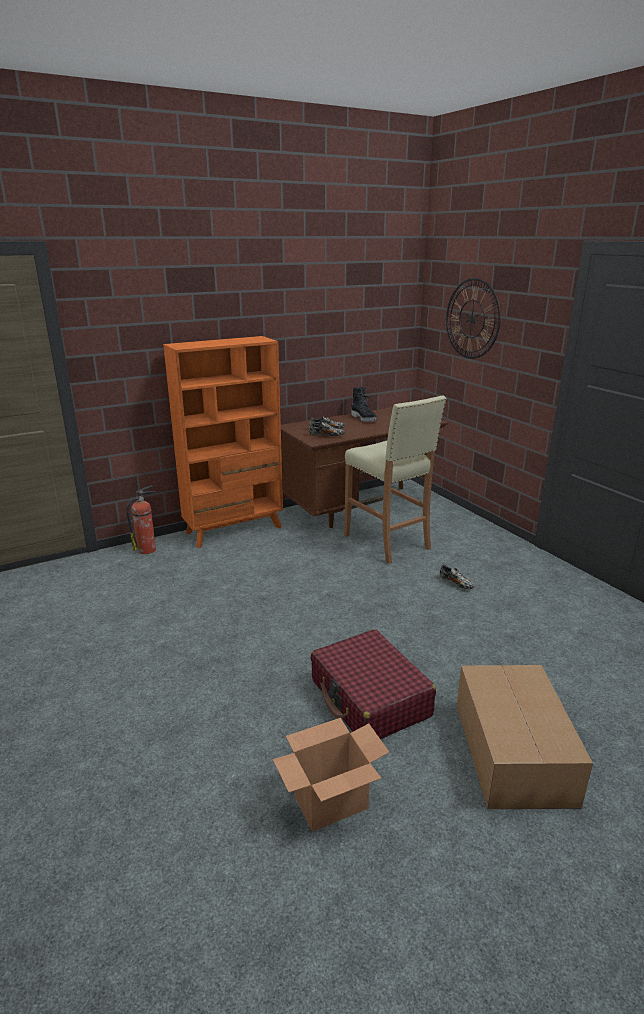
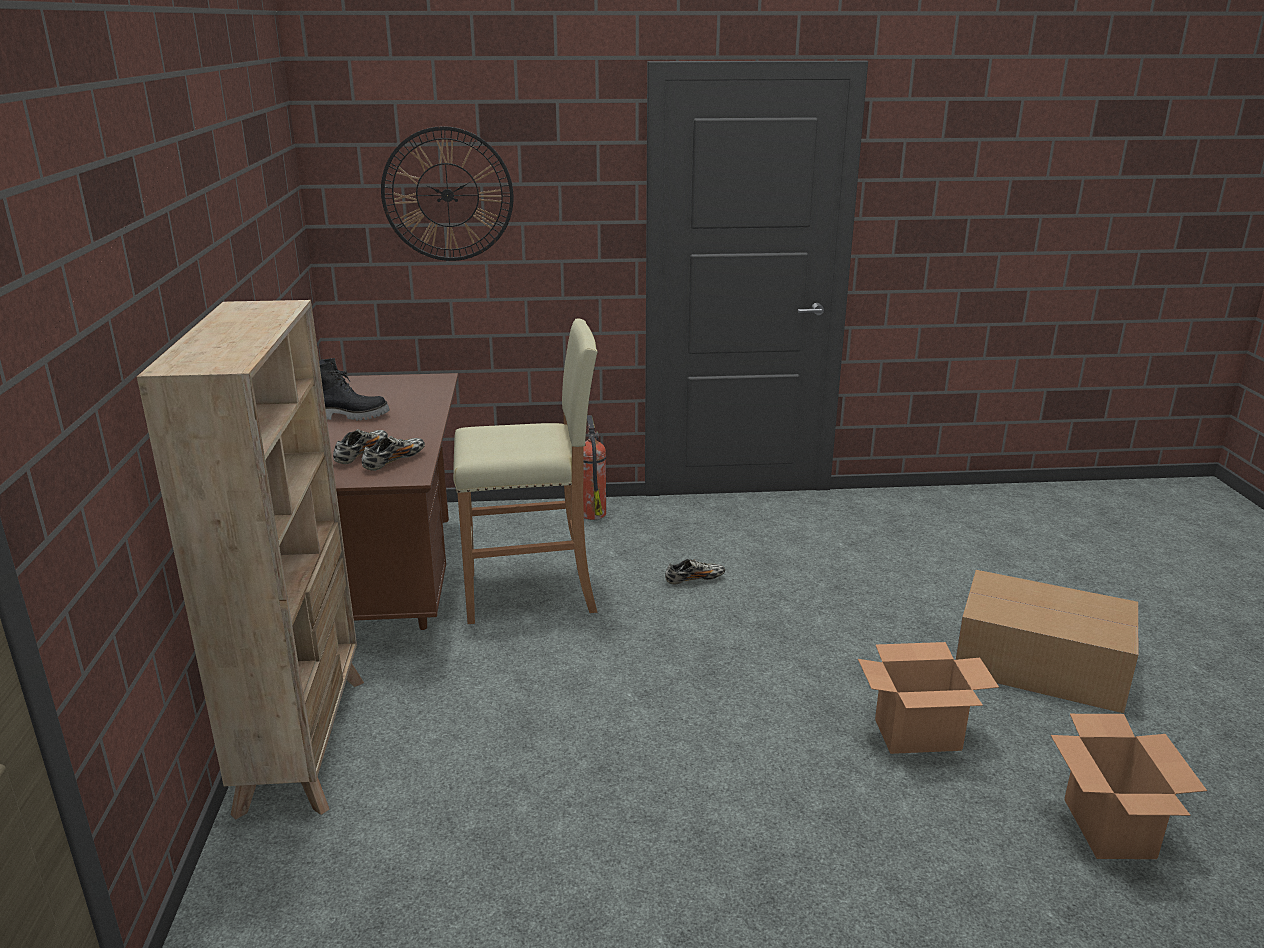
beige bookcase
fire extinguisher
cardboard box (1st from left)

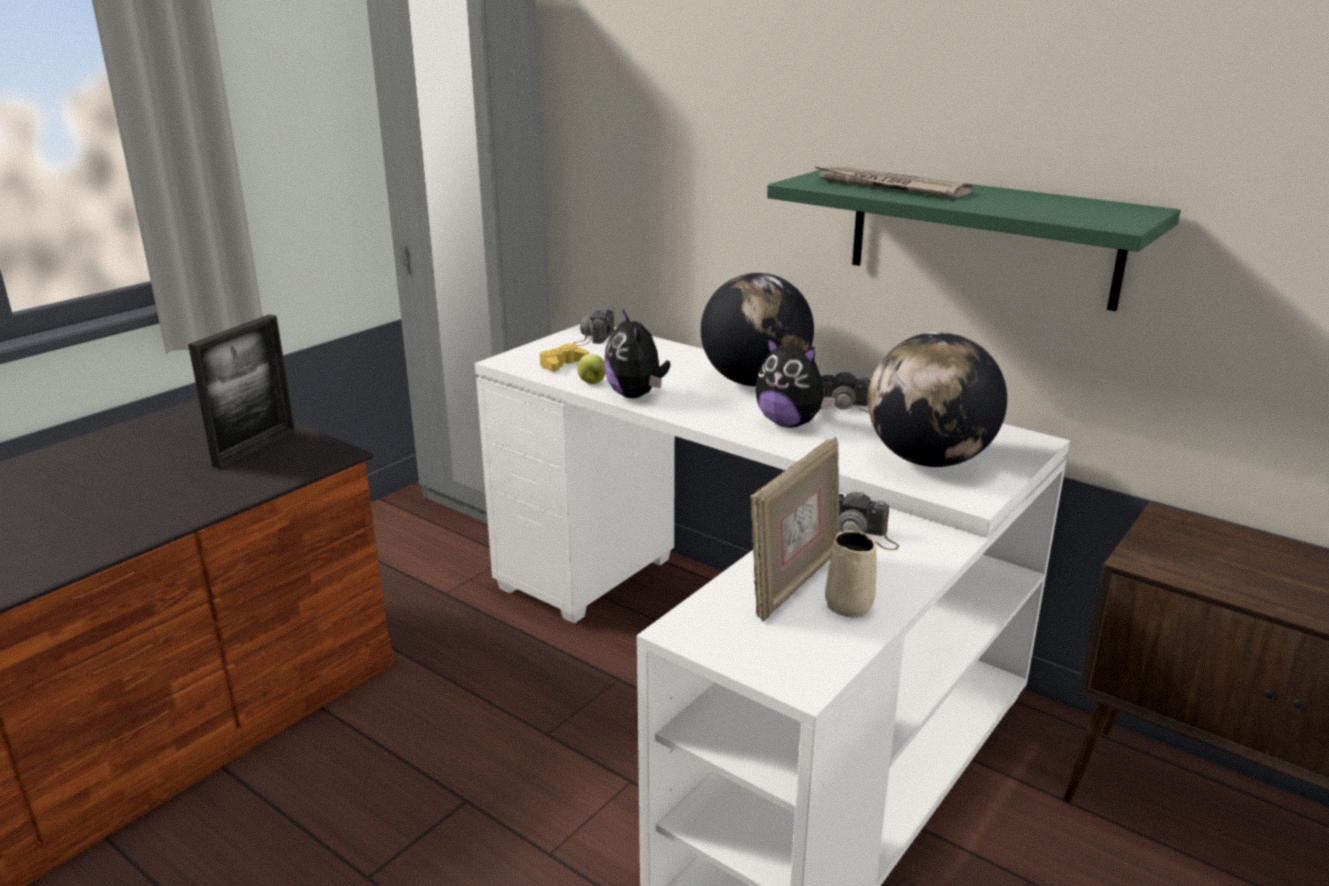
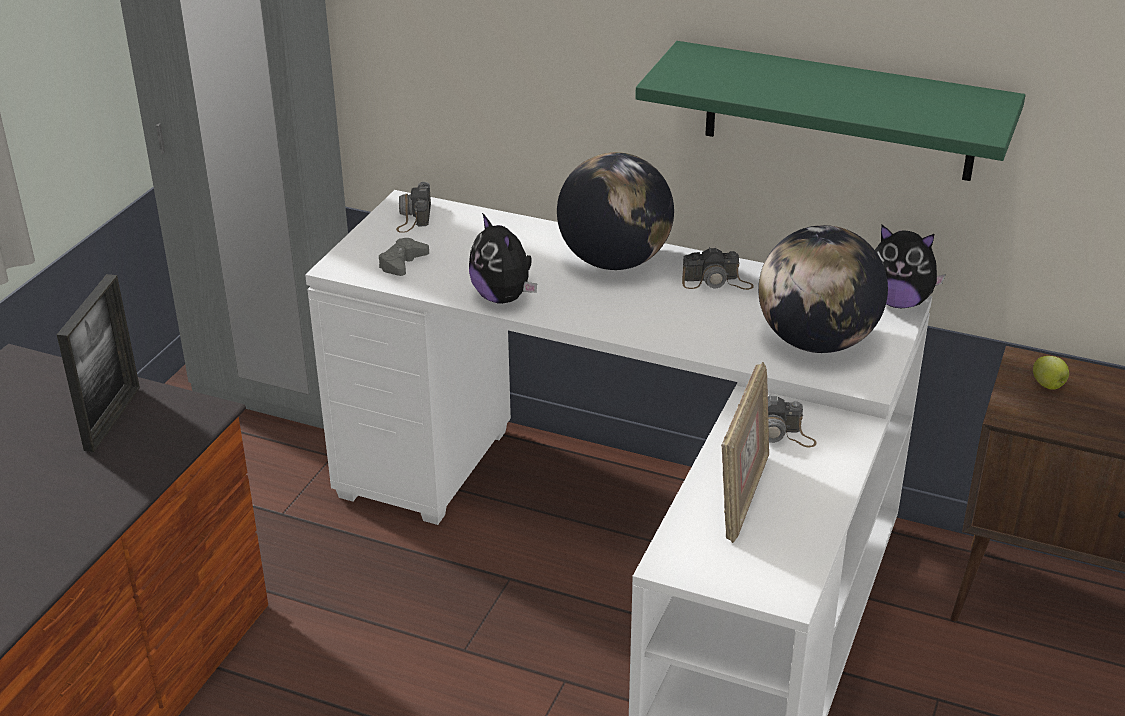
newspaper
plush toy (2nd from left)
grey game controller
apple
beige mug

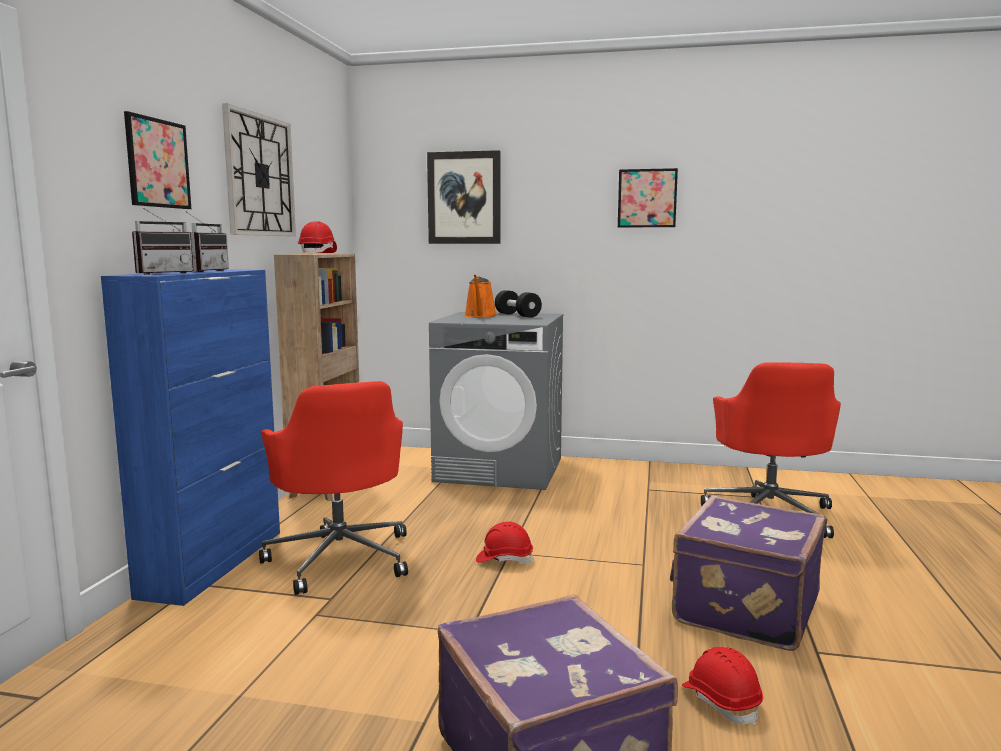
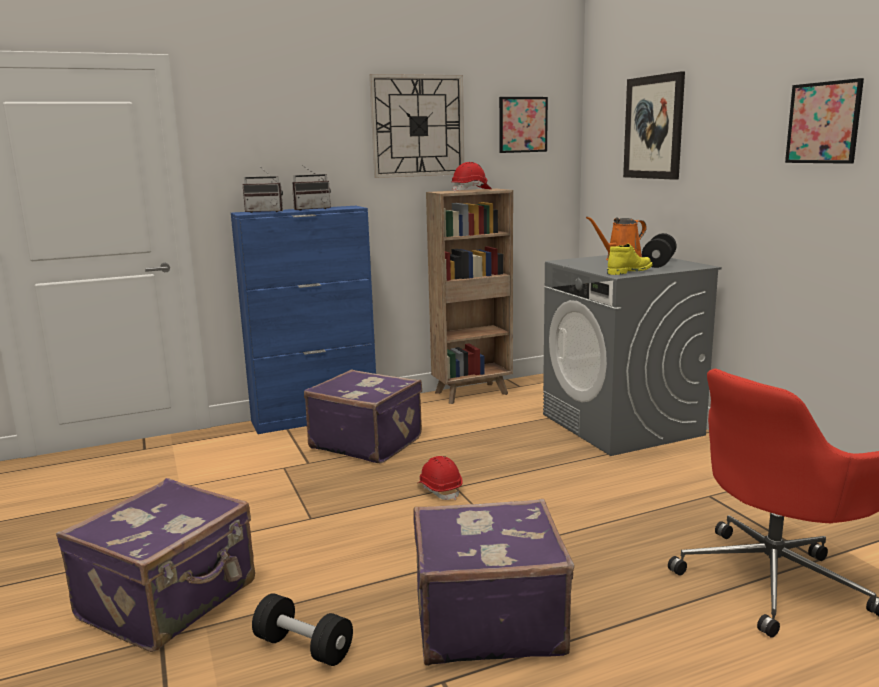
picture (1st from left)
purple suitcase (2nd from left)
black dumbbell (1st from left)
yellow boot

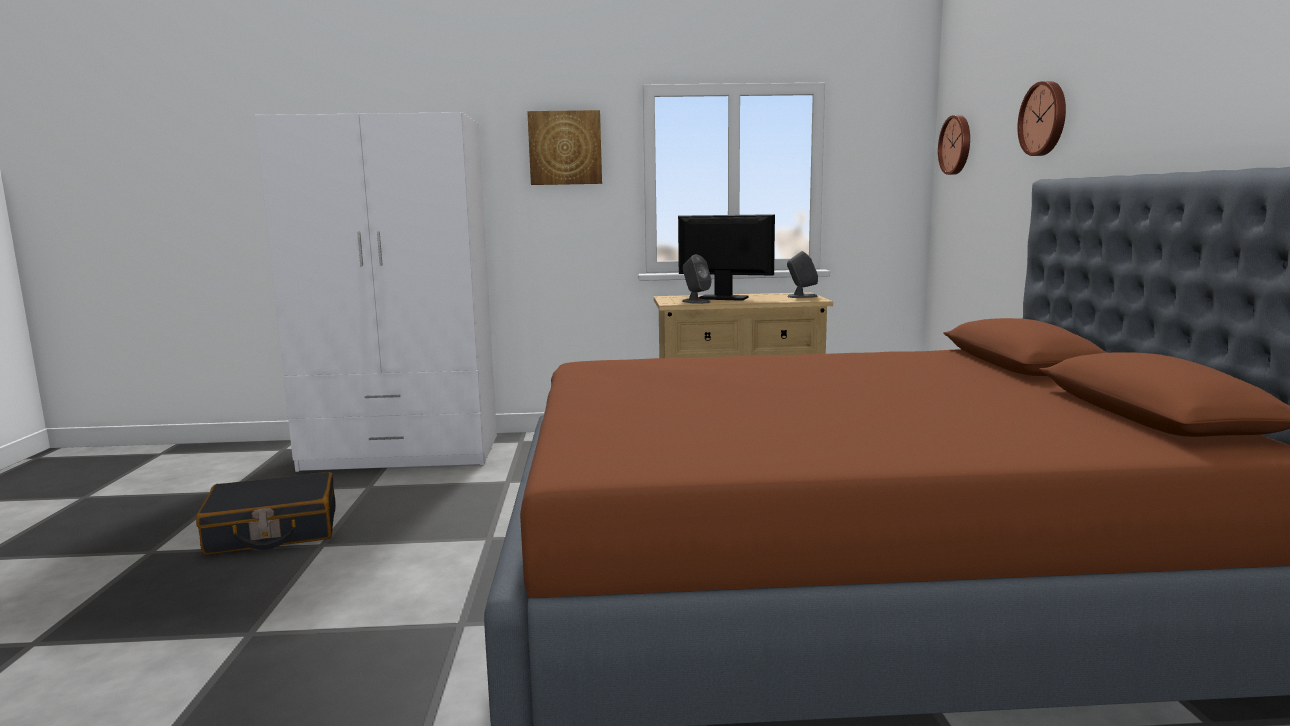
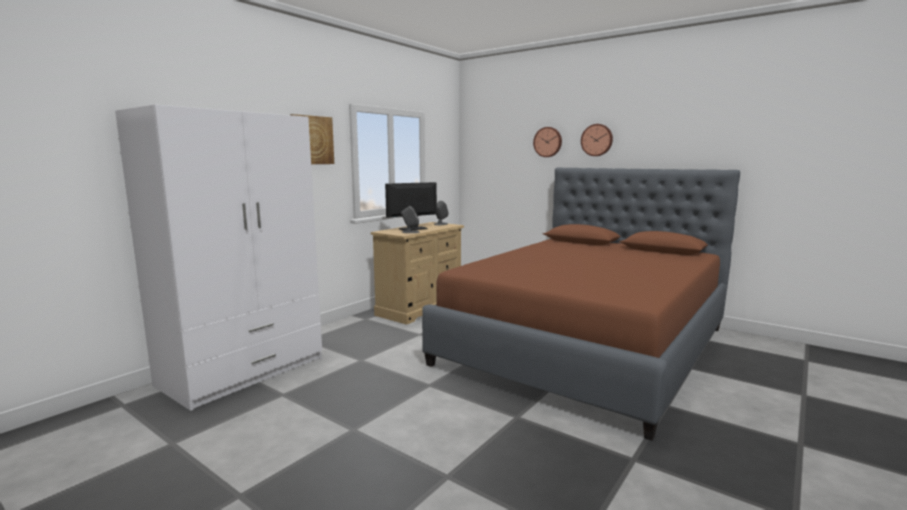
wall clock (2nd from left)
black suitcase

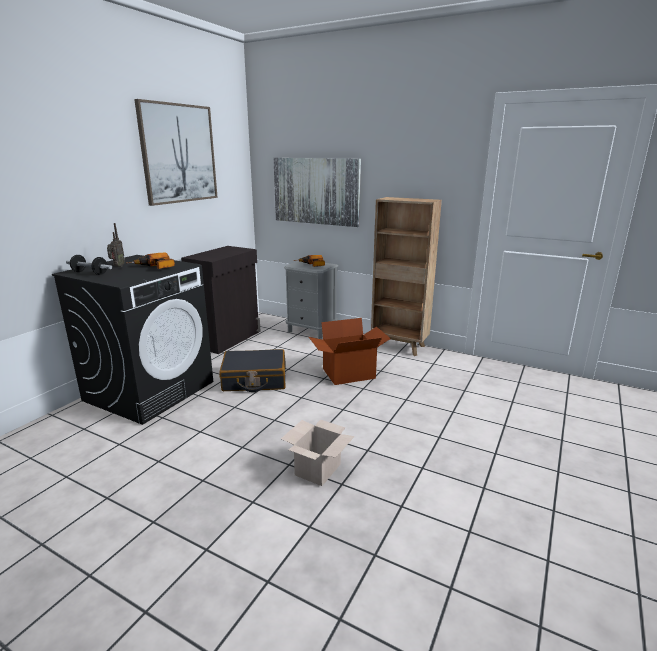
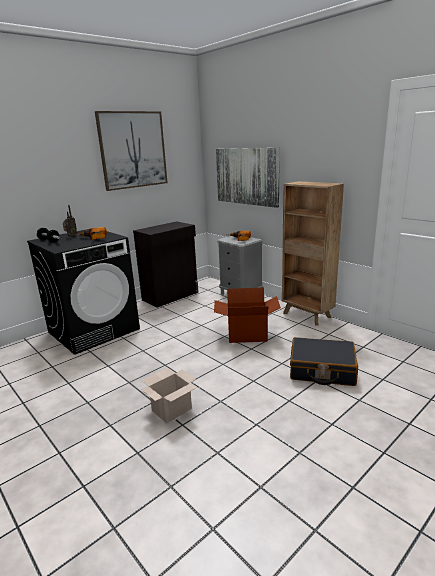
black suitcase

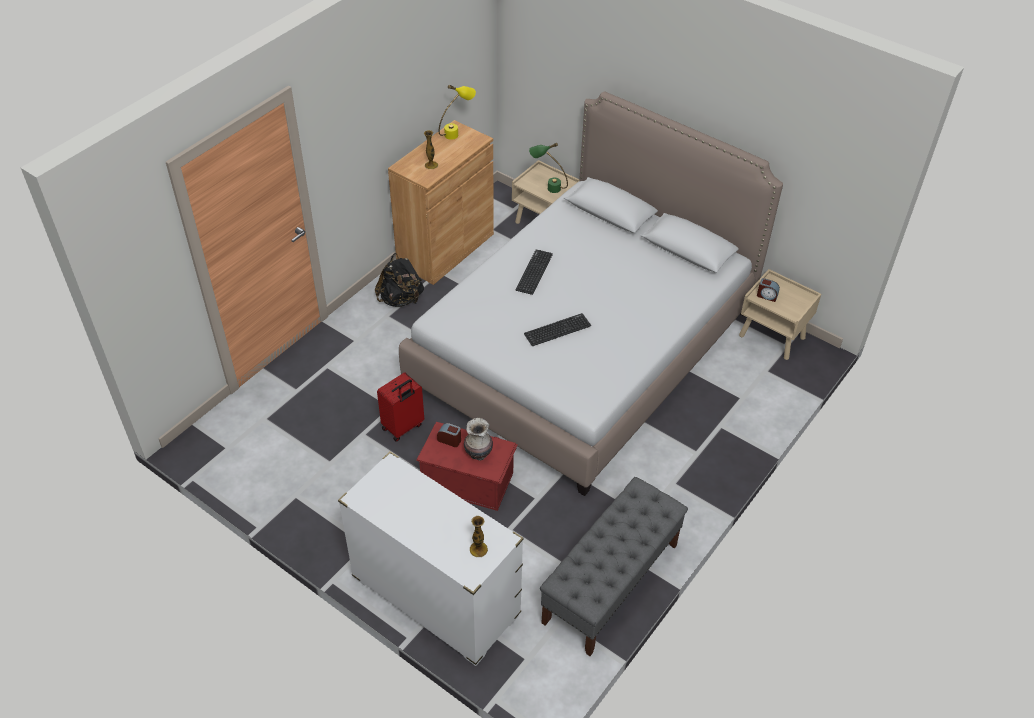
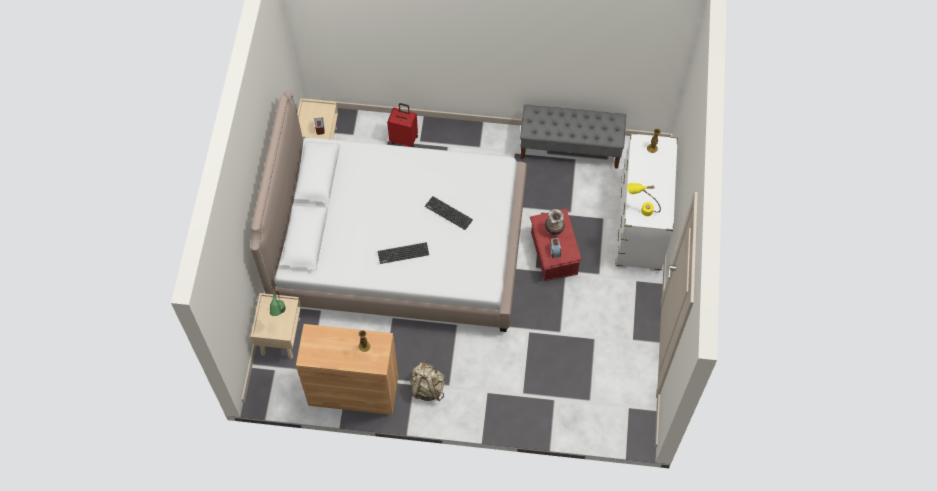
yellow table lamp
beige backpack
red suitcase

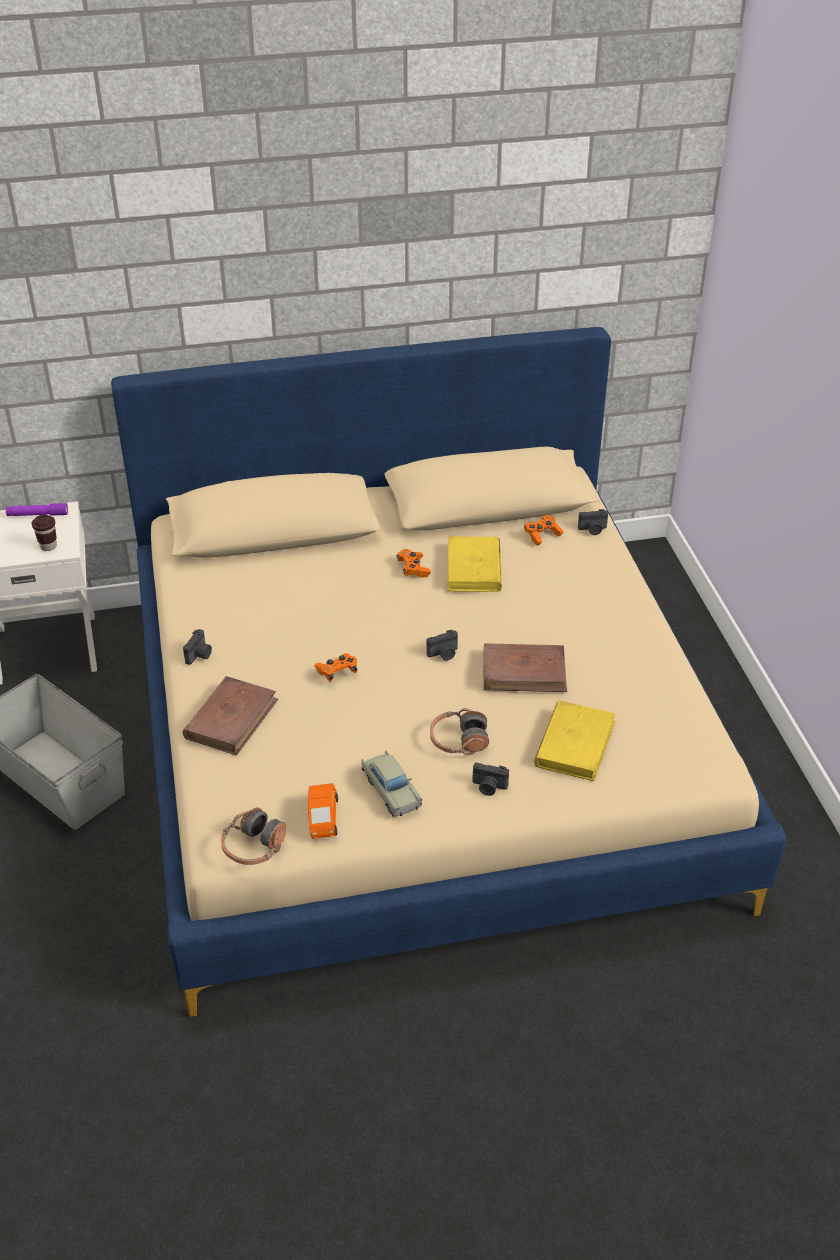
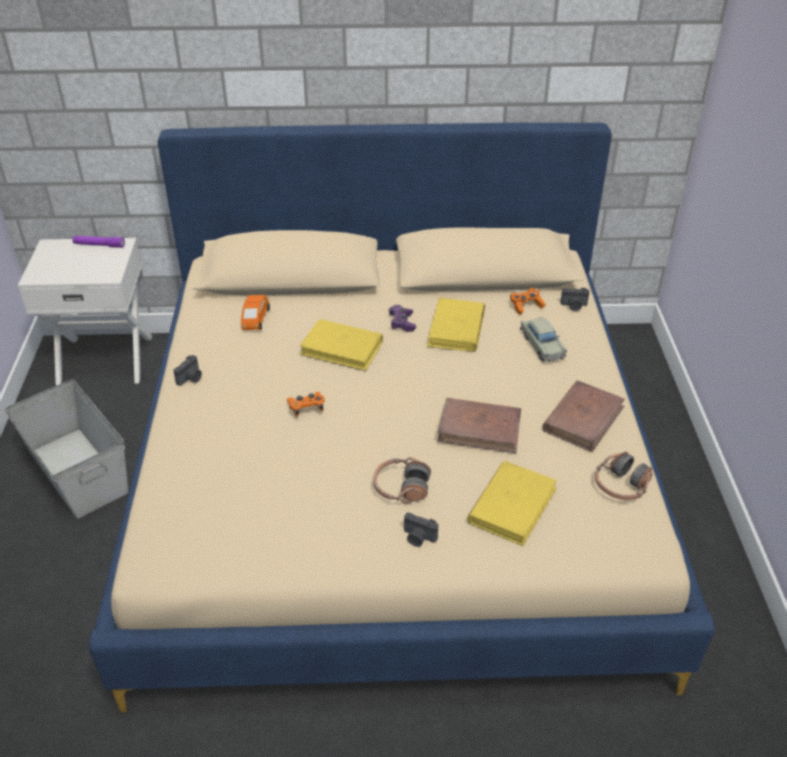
brown cup
purple game controller
photo camera (2nd from left in the first image)
brown book (2nd from left)
beige toy car
orange toy car
headphones (2nd from left)
yellow book (1st from left)

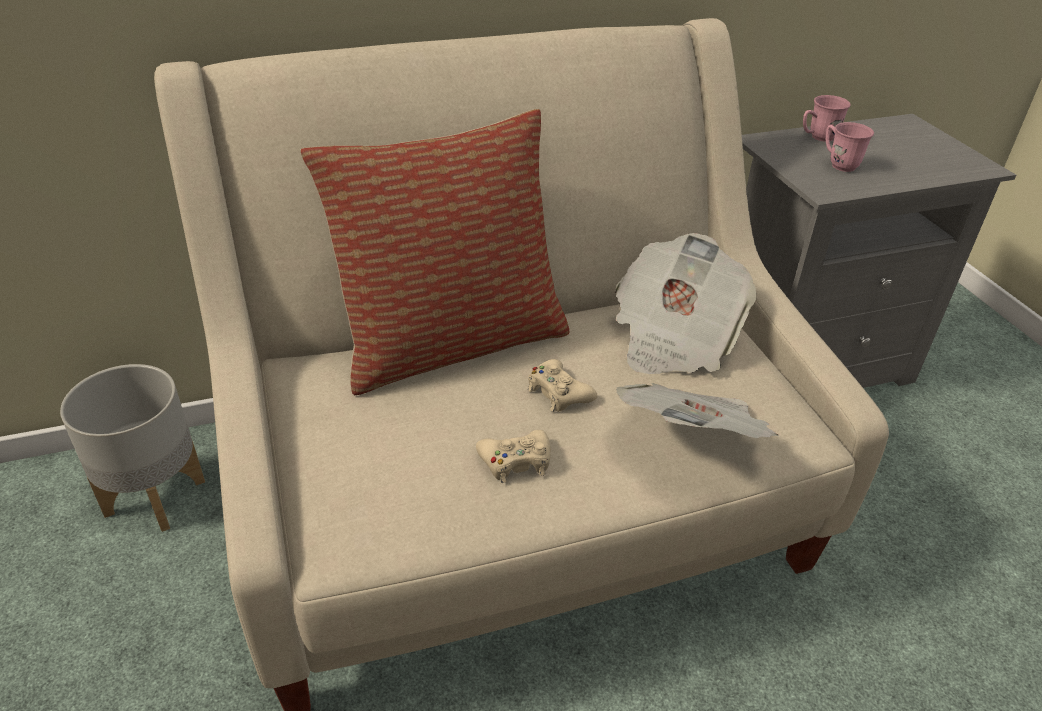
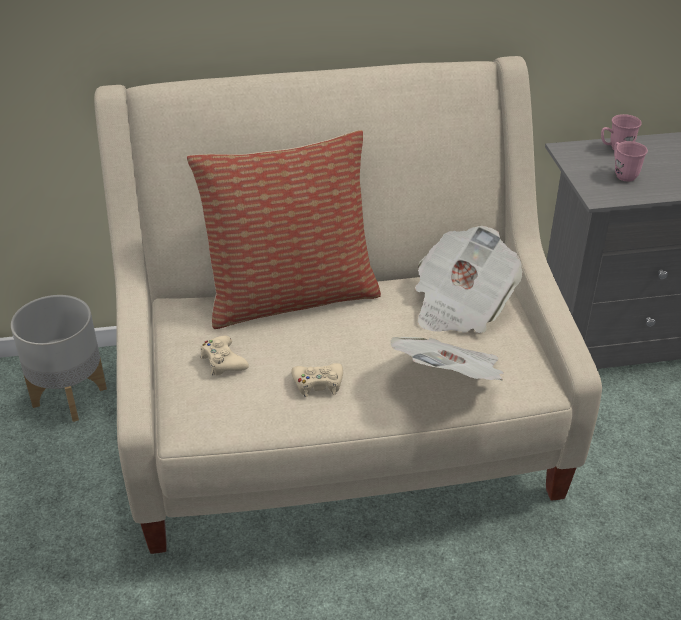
beige game controller (1st from left)

